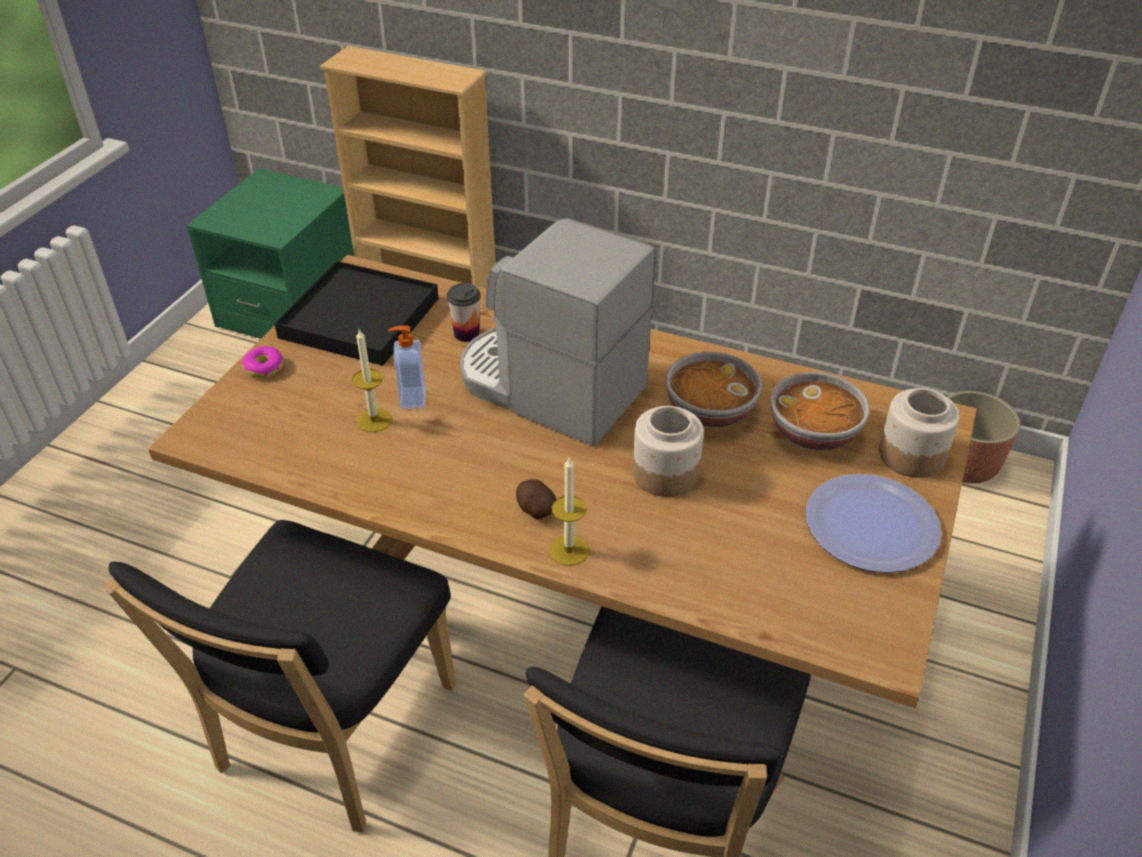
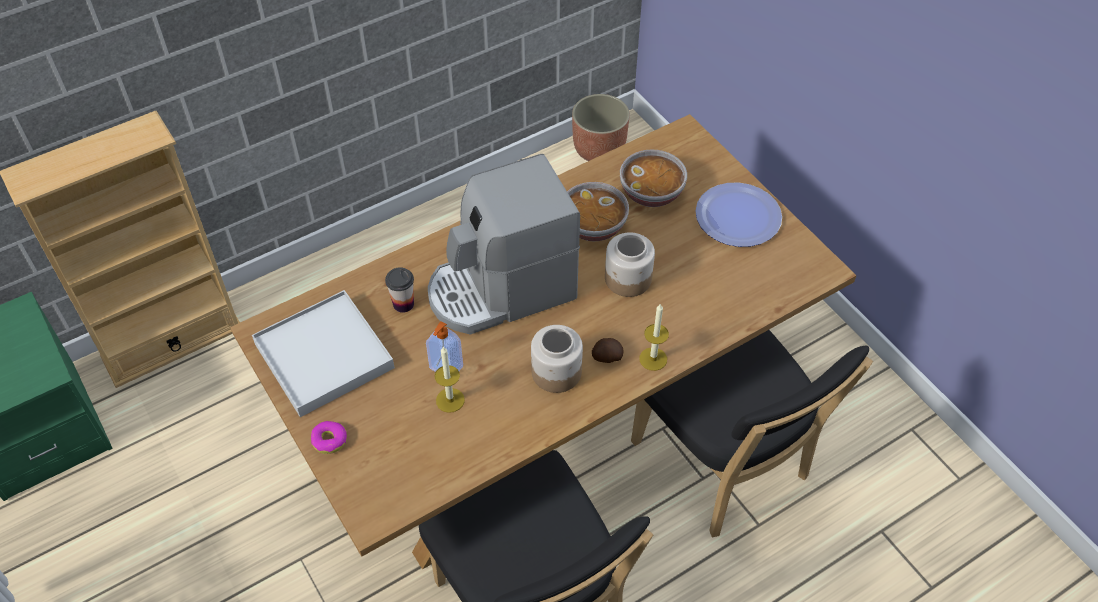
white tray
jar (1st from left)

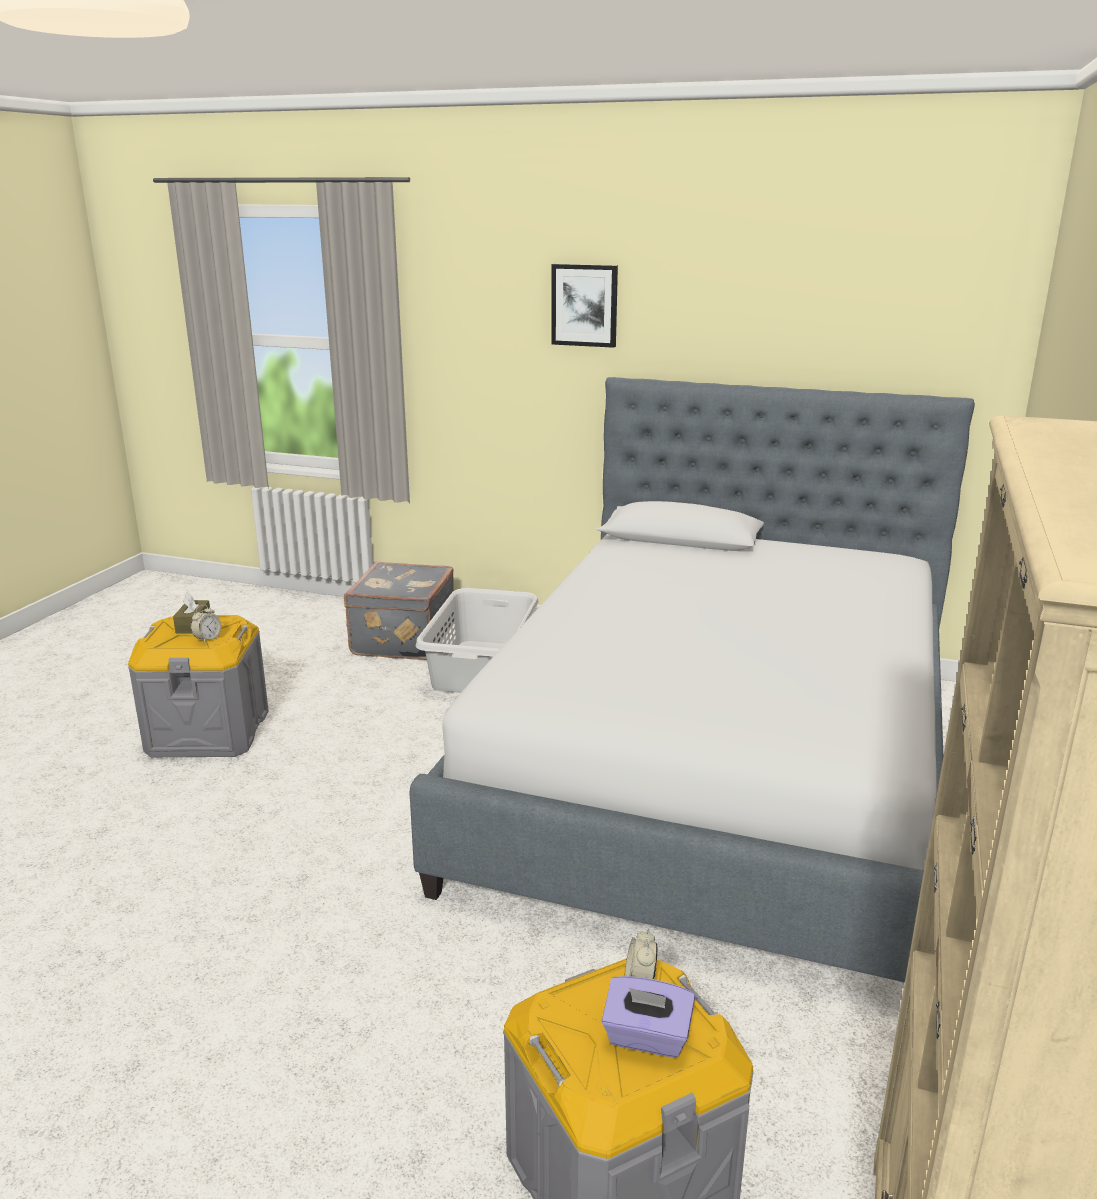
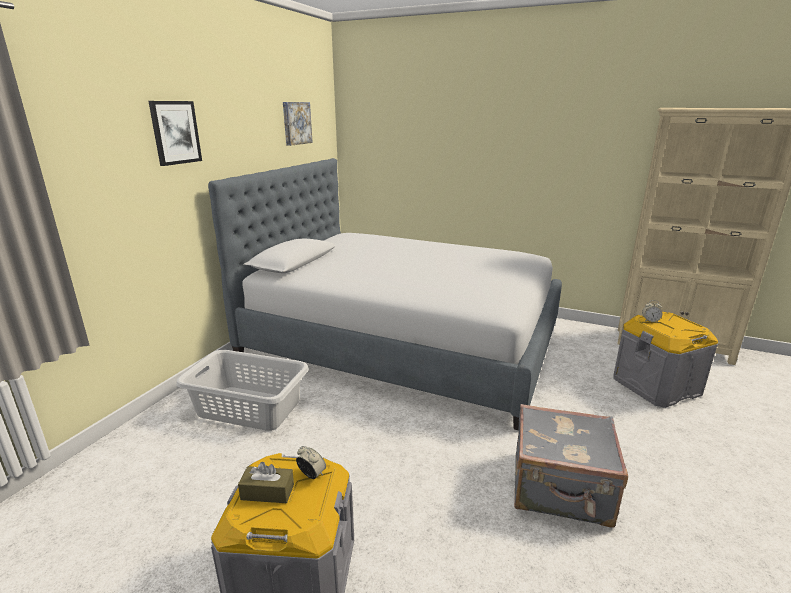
grey suitcase
purple tissue box
picture (2nd from left)

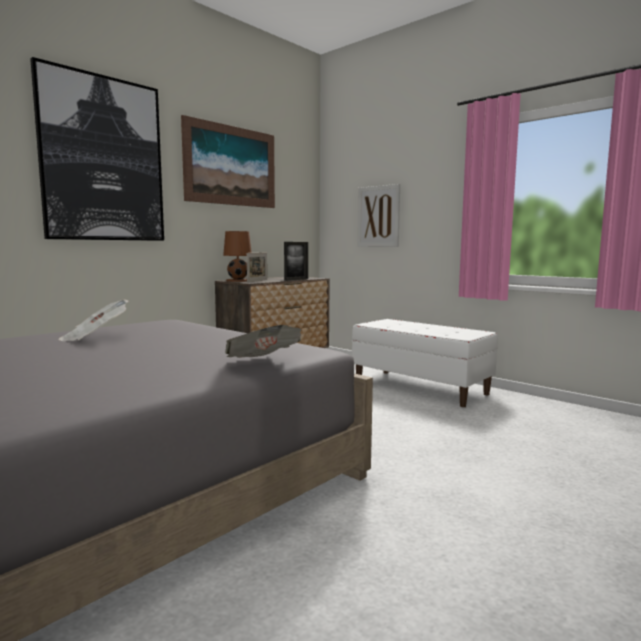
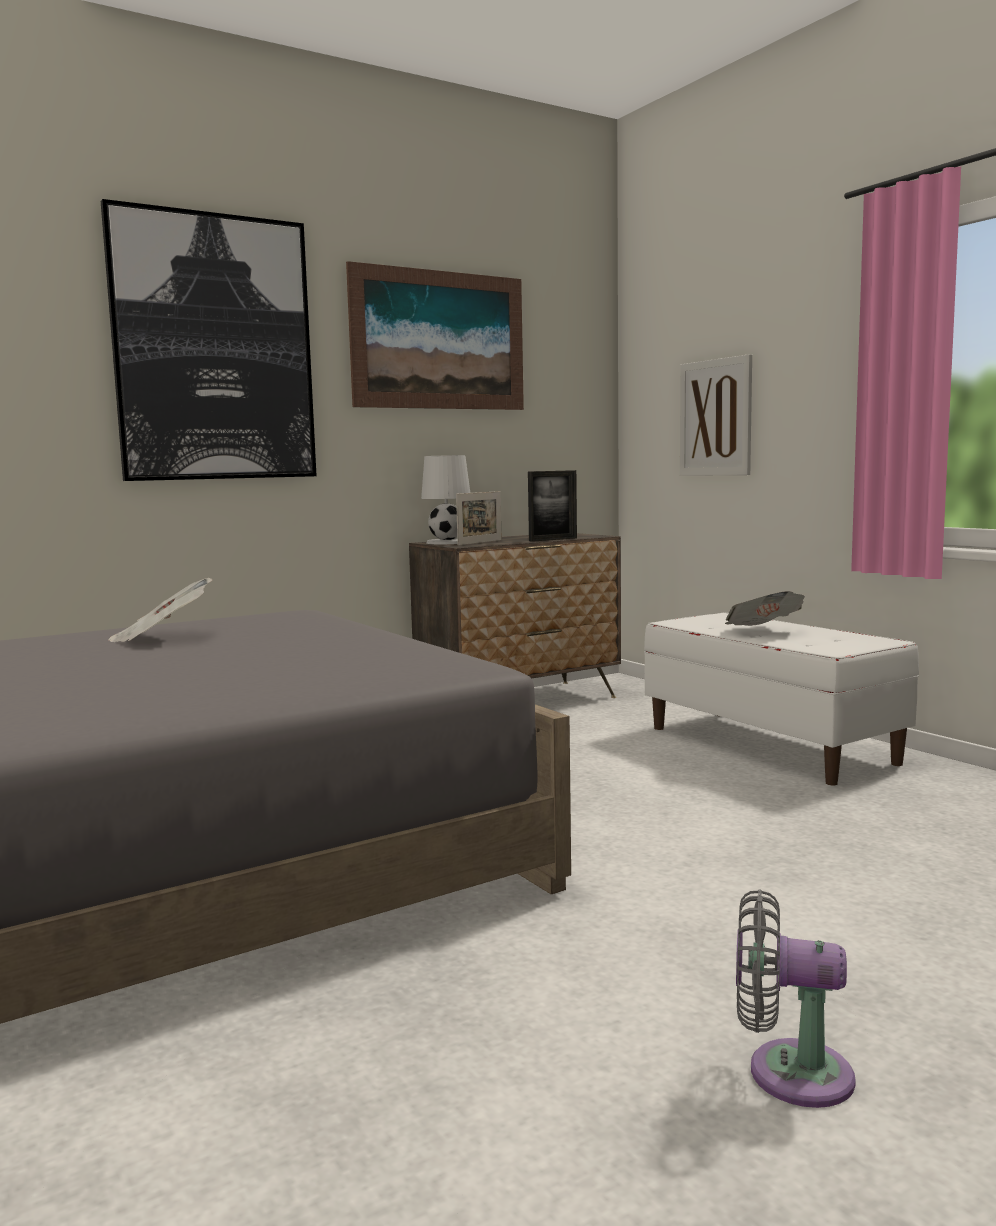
white table lamp
newspaper (2nd from left)
grey fan

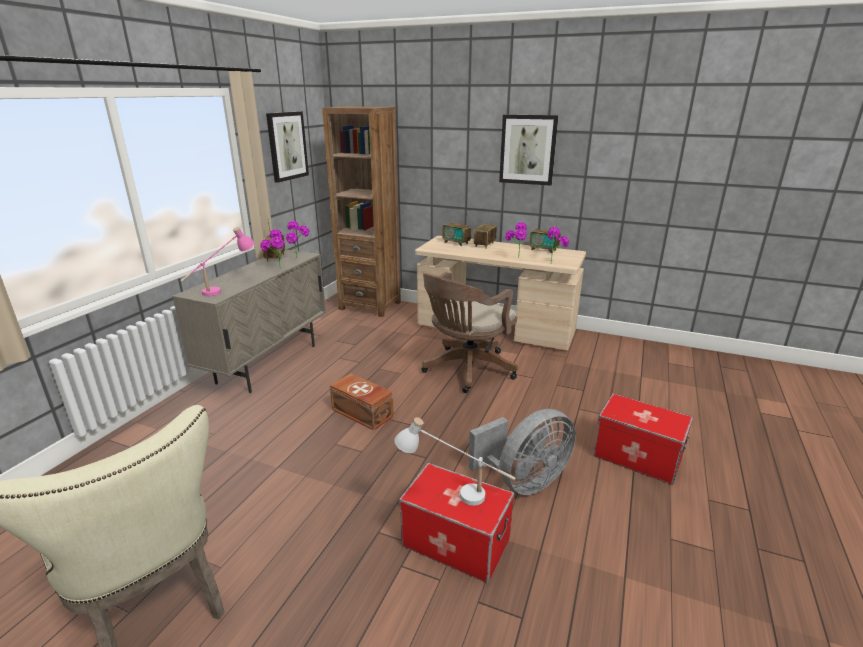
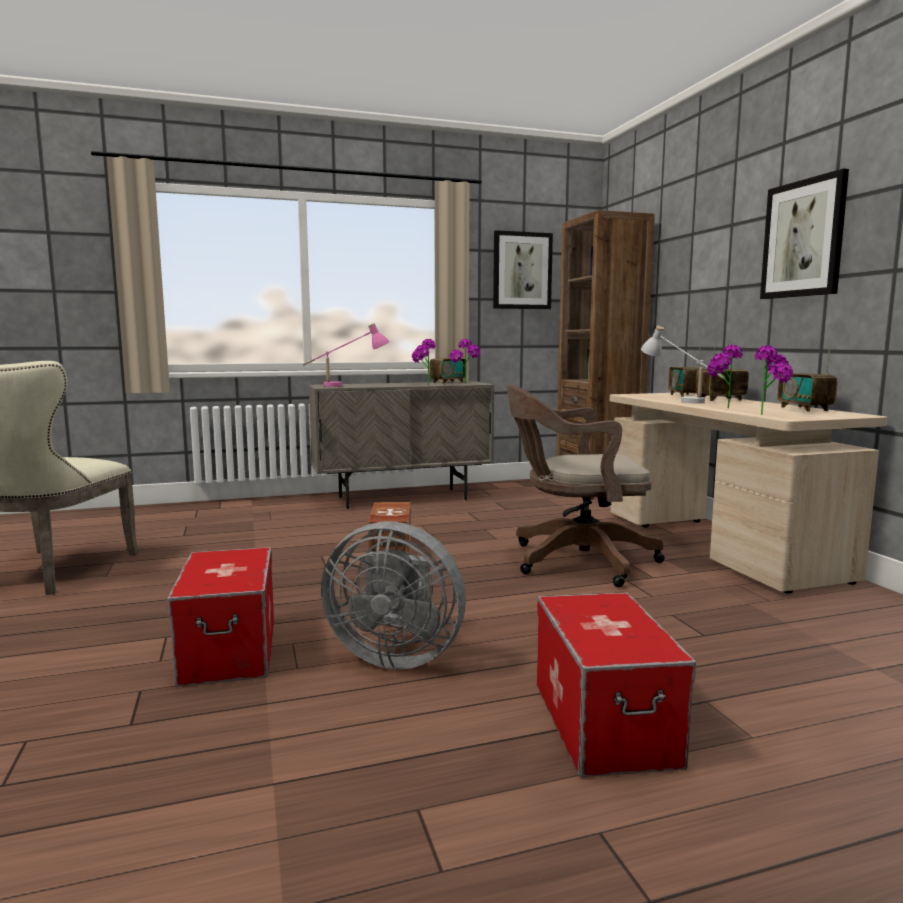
white table lamp

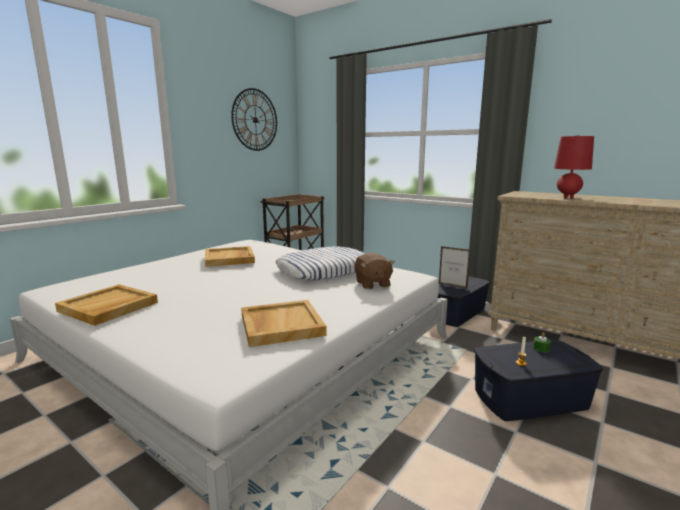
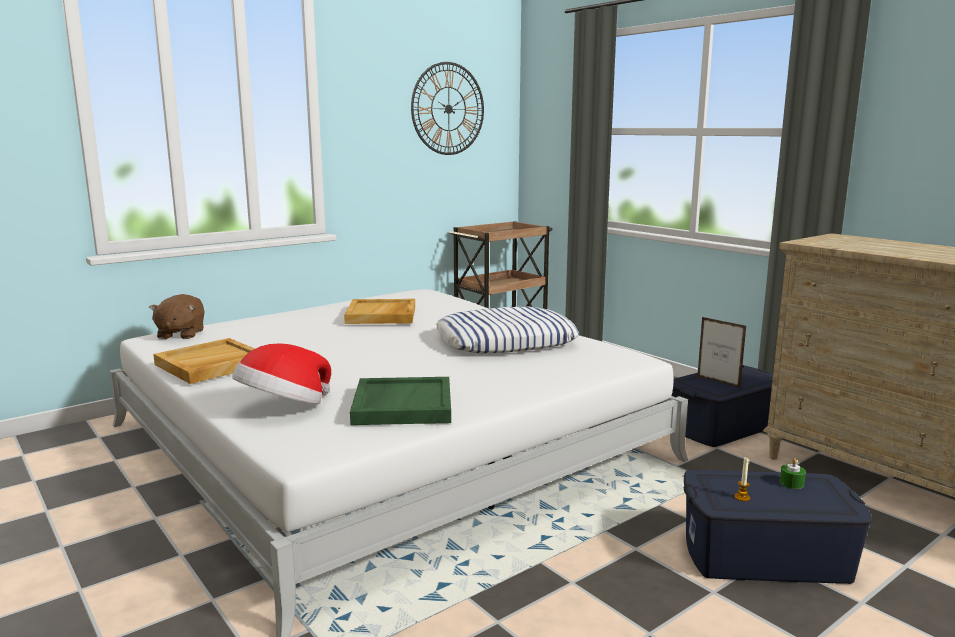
red table lamp
brown plush toy
green tray
hat

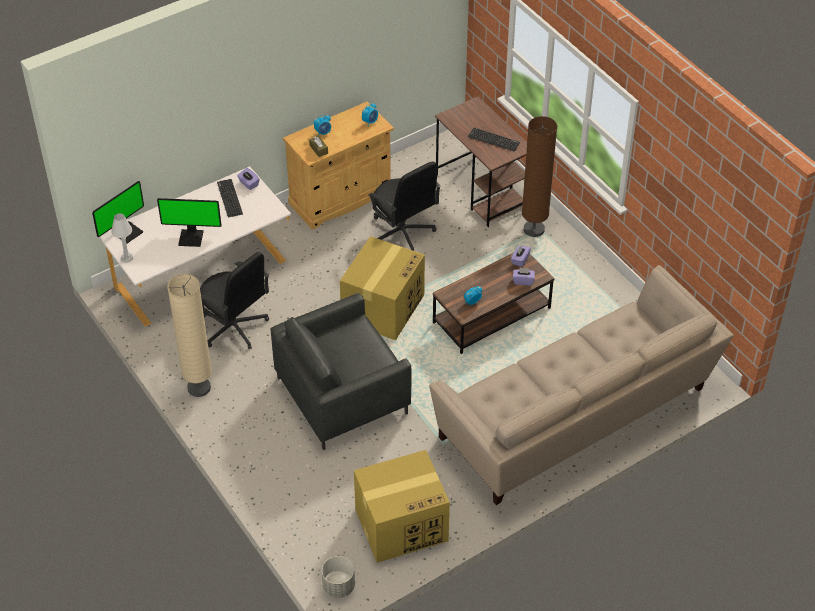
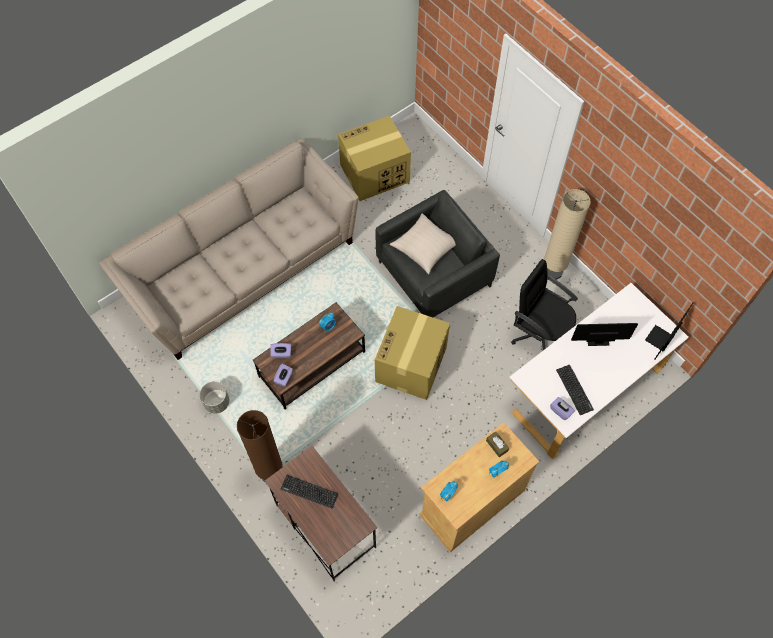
black office chair (2nd from left in the first image)
white table lamp
grey planter
beige pillow

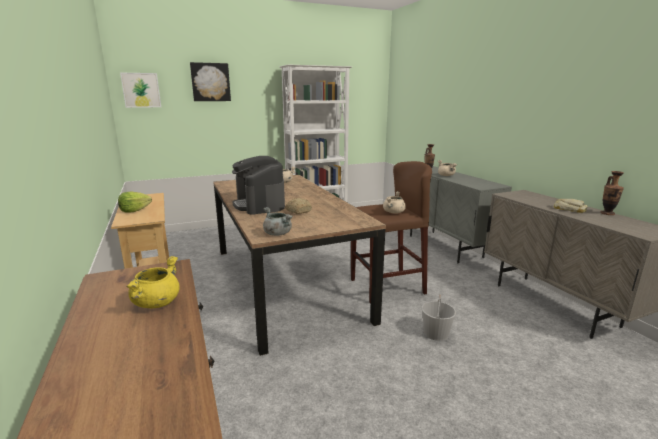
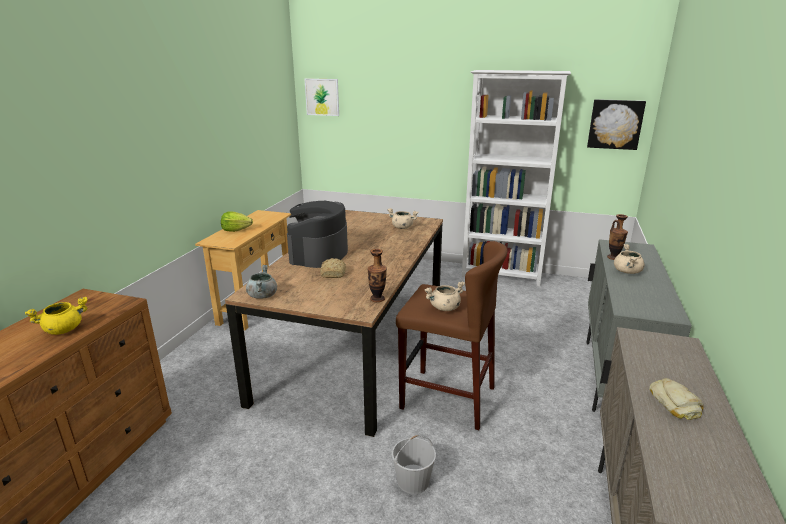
picture (2nd from left)
vase (1st from left)

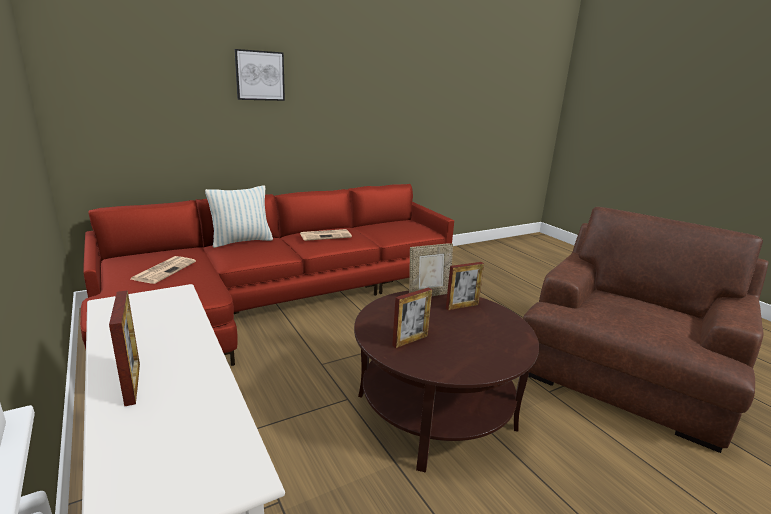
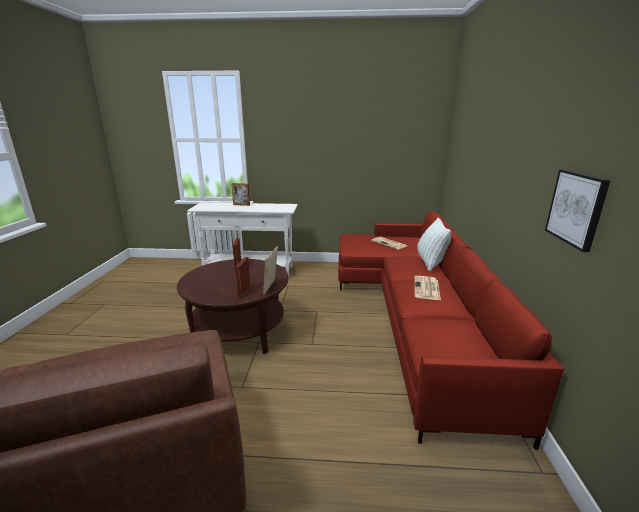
picture

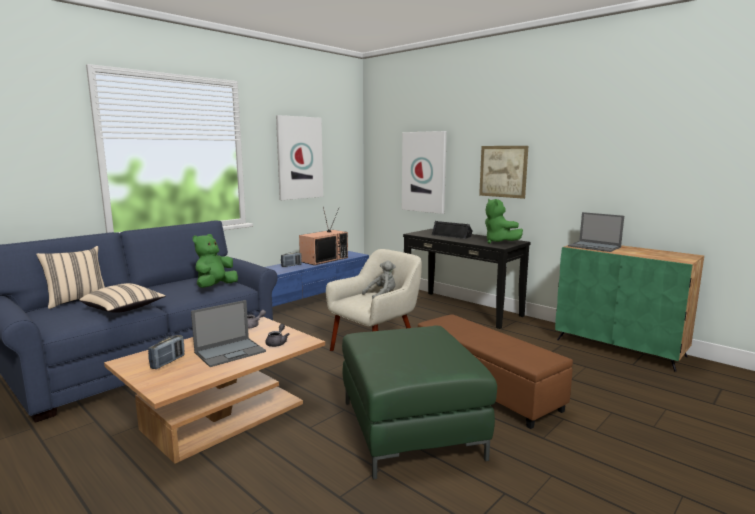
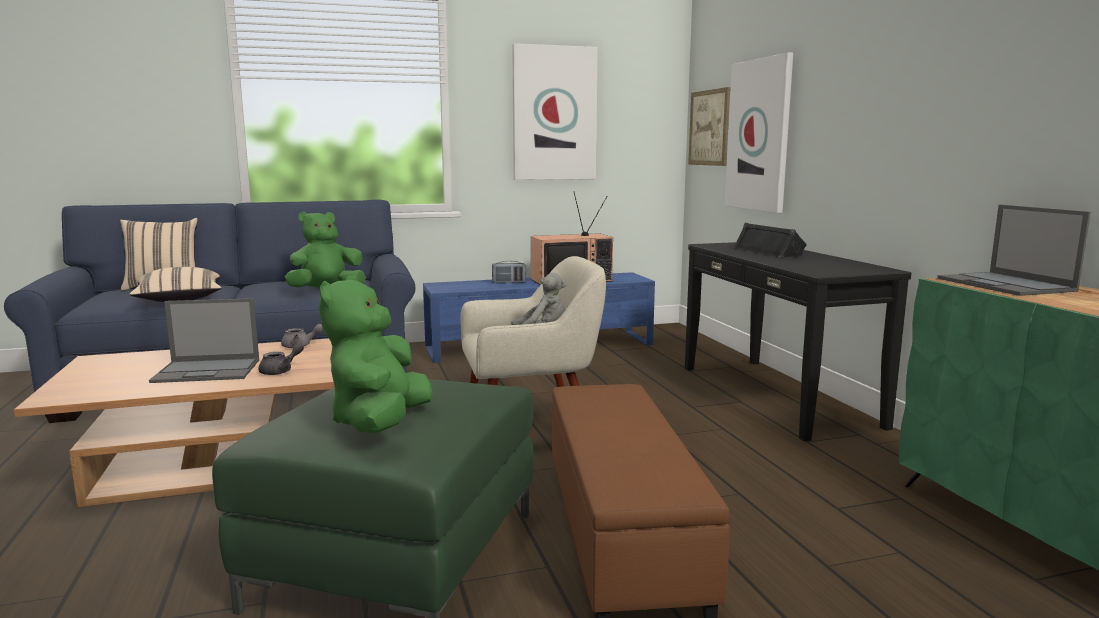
picture (2nd from left)
green plush toy (2nd from left)
radio (1st from left in the first image)

